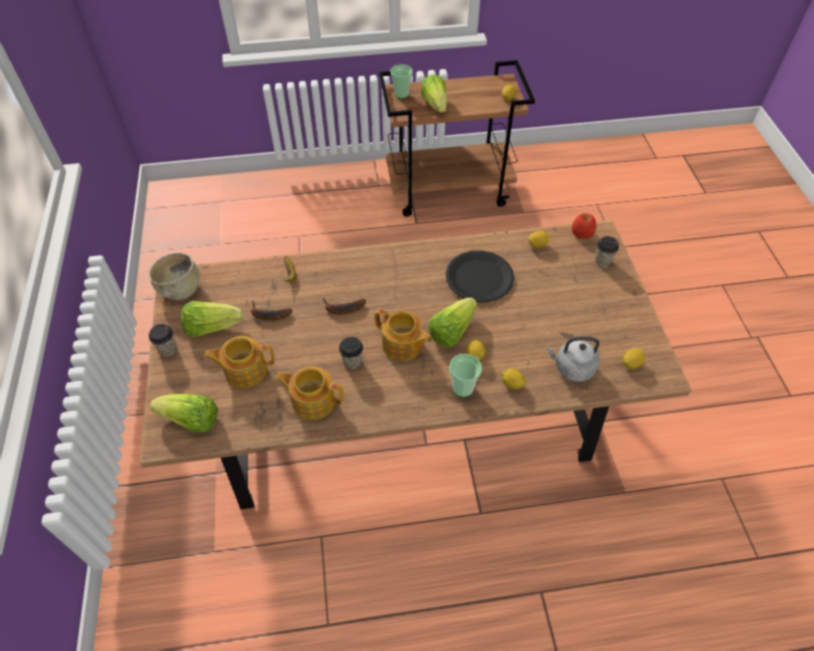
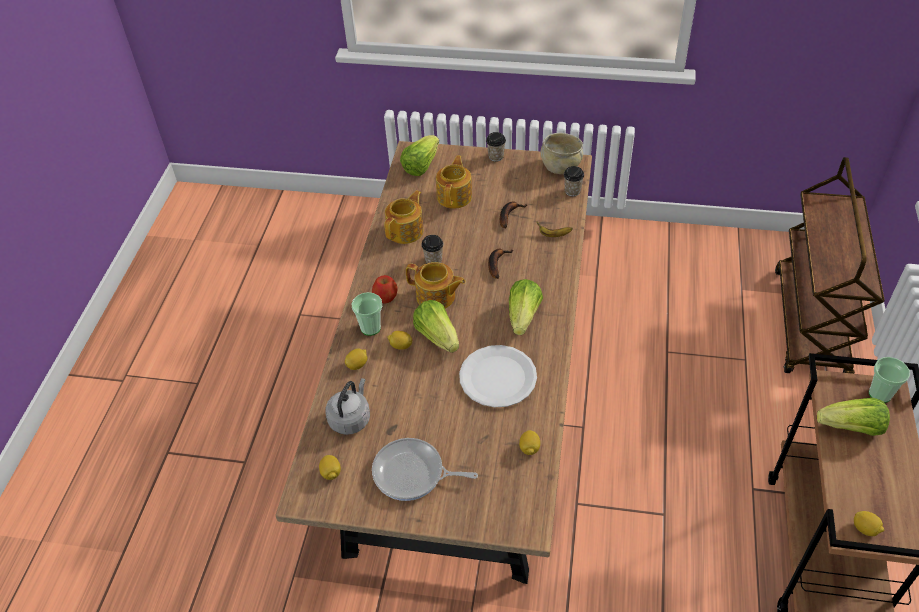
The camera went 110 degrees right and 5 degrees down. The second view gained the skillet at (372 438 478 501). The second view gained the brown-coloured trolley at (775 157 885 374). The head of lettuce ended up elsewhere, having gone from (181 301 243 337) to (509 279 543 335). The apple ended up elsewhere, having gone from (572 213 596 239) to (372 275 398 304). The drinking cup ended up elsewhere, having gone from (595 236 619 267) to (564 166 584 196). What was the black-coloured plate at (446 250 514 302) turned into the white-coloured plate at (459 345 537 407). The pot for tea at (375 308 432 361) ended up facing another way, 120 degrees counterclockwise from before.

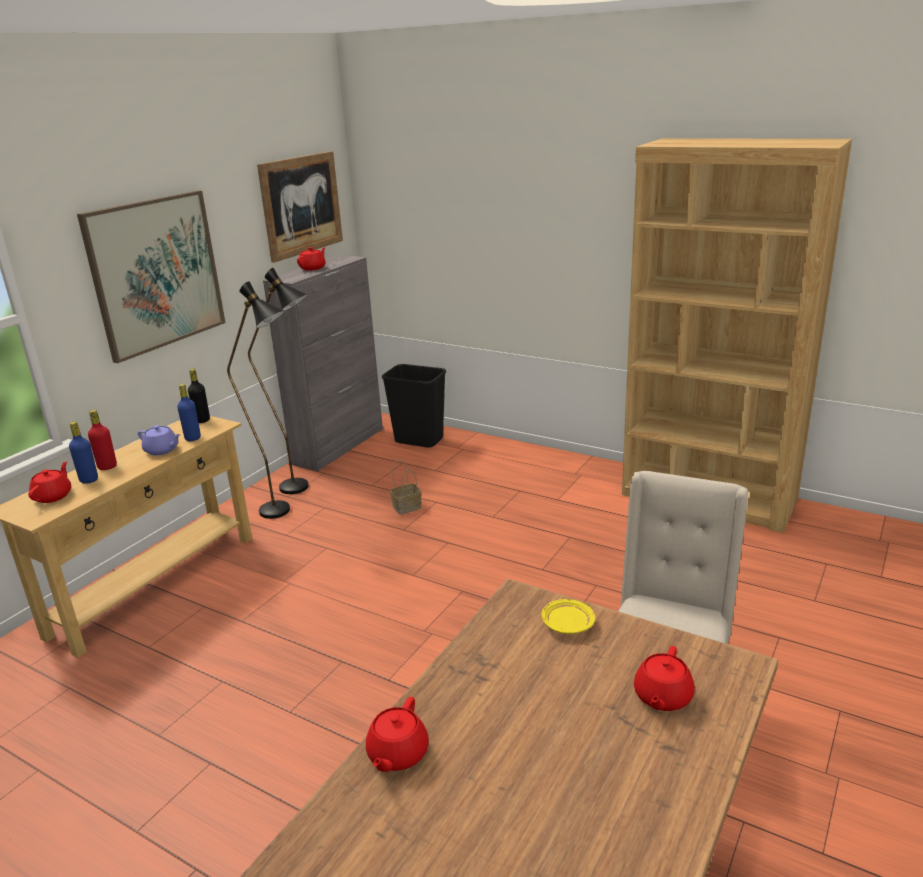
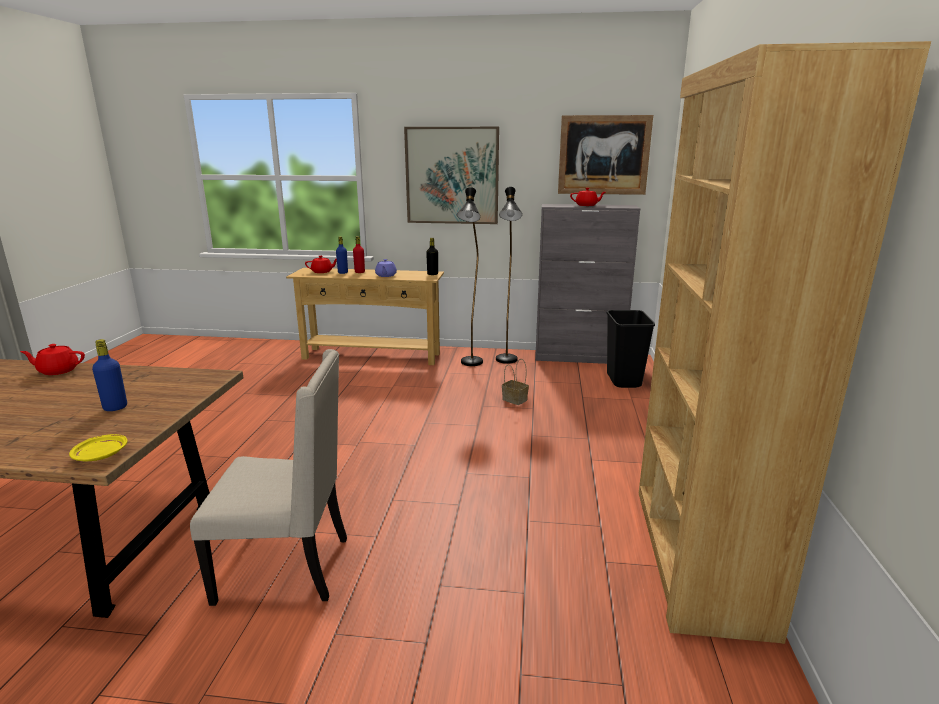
The camera went 65 degrees right and 5 degrees down. The second view lost the red pot for tea at (634 646 695 711). The blue bottle ended up elsewhere, having gone from (177 384 201 441) to (92 339 127 411). The yellow plate ended up elsewhere, having gone from (542 599 595 634) to (69 434 127 461).

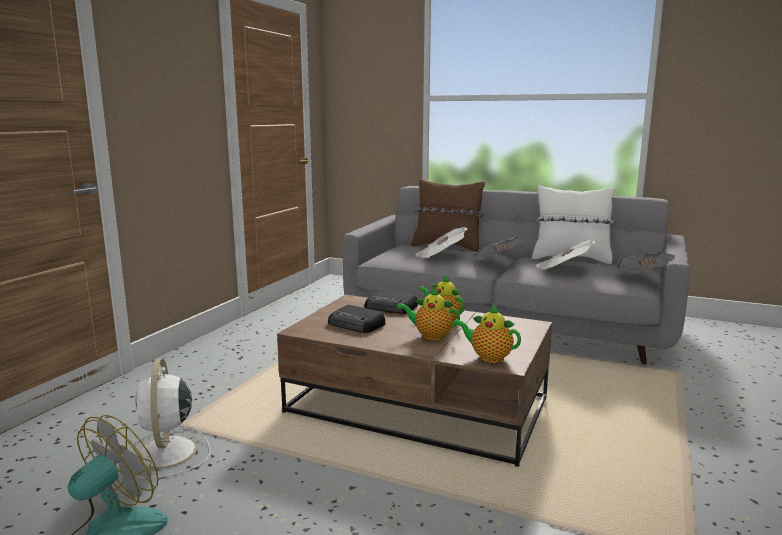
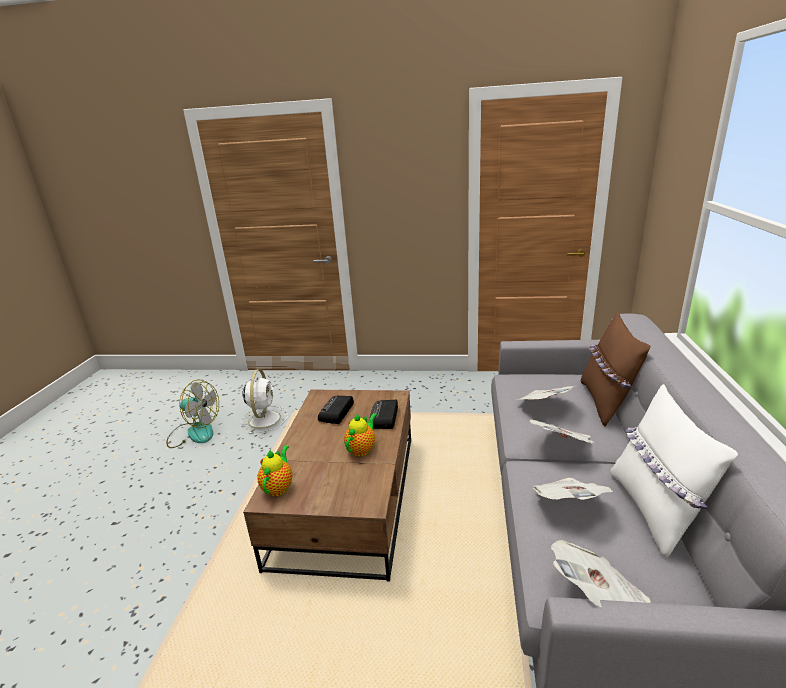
The camera went 75 degrees right and 10 degrees up. The second view lost the pot for tea at (397 287 460 341). The white-coloured electric fan at (128 358 211 478) ended up facing another way, 120 degrees clockwise from before.

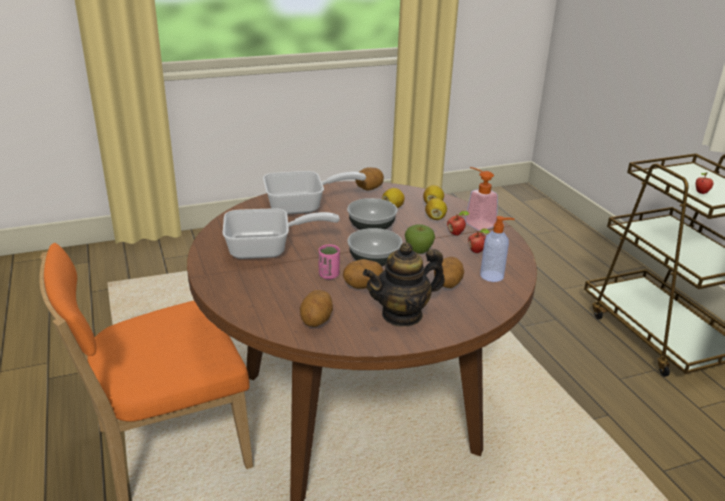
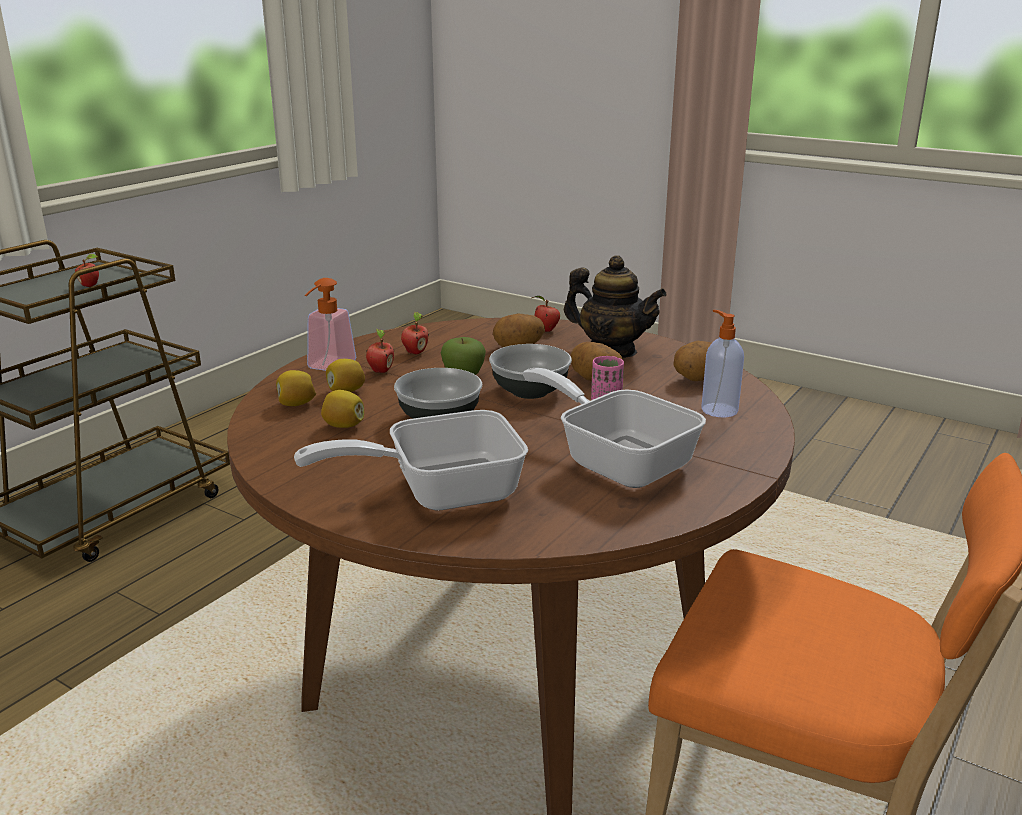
The camera went 125 degrees left and 5 degrees down. The second view lost the spud at (355 167 384 190). The second view gained the apple at (532 296 560 332). The liquid soap bottle ended up elsewhere, having gone from (480 216 515 282) to (701 310 744 417). The skillet at (263 171 366 215) ended up facing another way, 60 degrees counterclockwise from before.

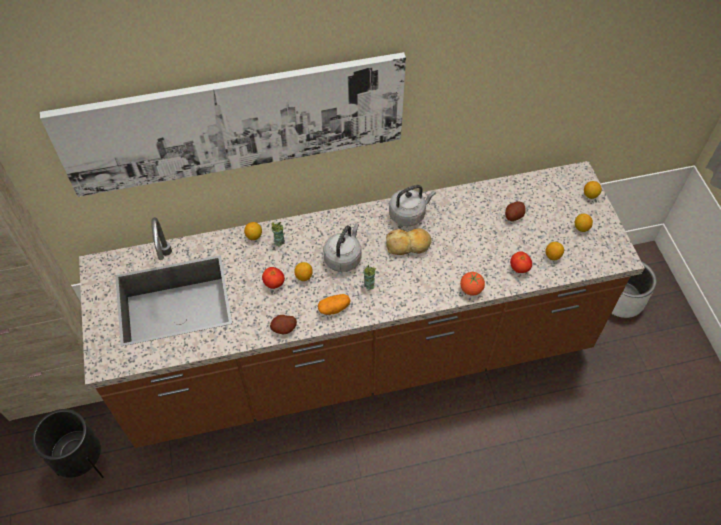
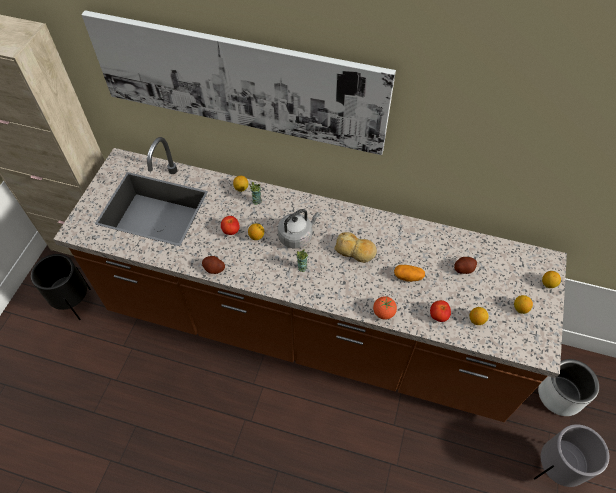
The camera went 30 degrees right and 0 degrees up. The second view lost the grey tea kettle at (389 185 436 226). The second view gained the grey flower pot at (534 424 609 487). The spud ended up elsewhere, having gone from (318 294 351 315) to (394 265 425 282).

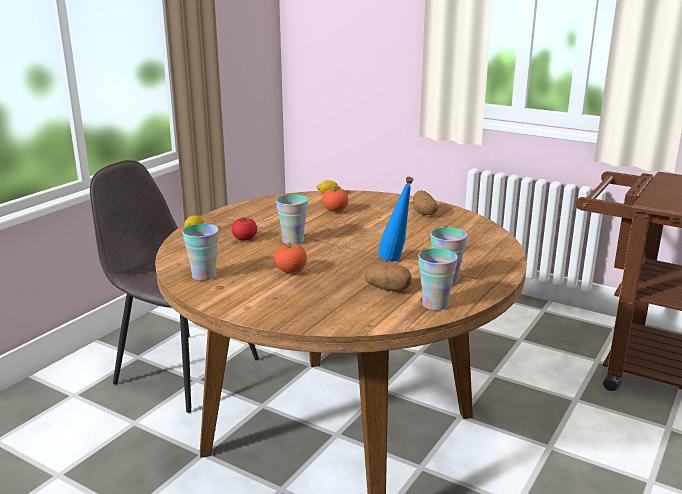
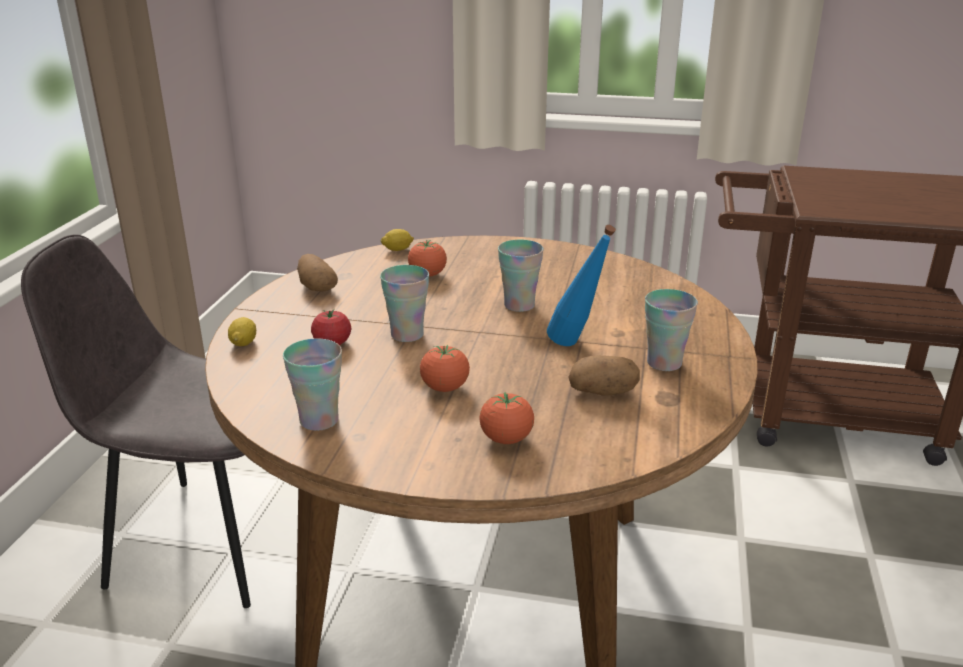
The camera went 20 degrees left and 5 degrees up. The second view gained the fresh tomato at (479 392 534 444). The spud ended up elsewhere, having gone from (413 190 438 215) to (297 254 338 292). The drinking cup ended up elsewhere, having gone from (418 248 458 310) to (498 240 544 312).

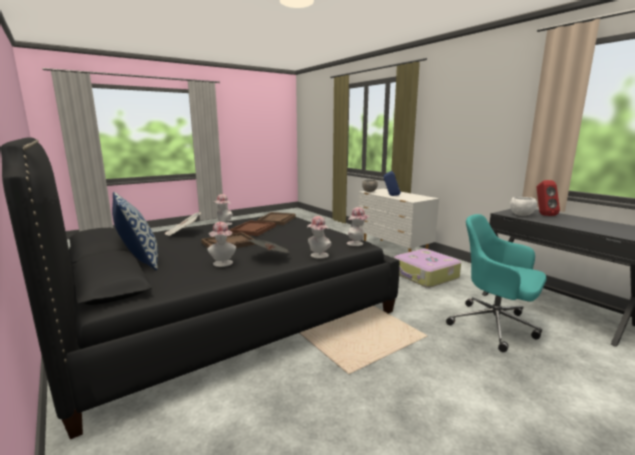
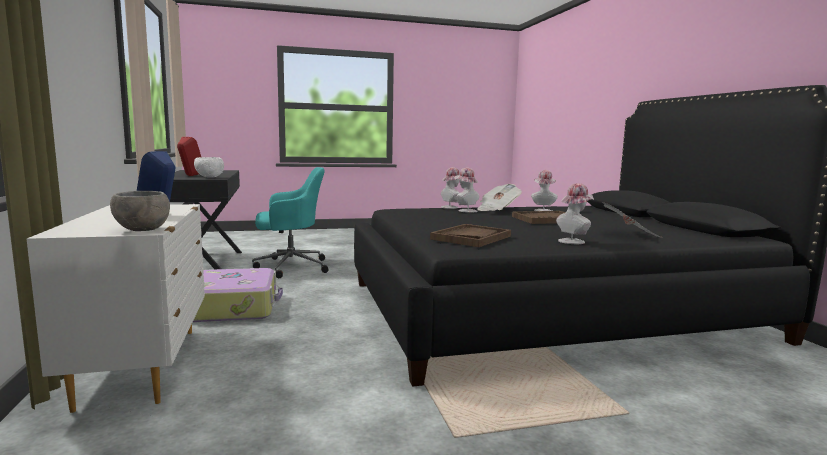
The camera went 160 degrees left and 5 degrees down. The second view lost the cushion at (112 192 158 270). The second view lost the brown-coloured serving tray at (230 220 276 236). The wearable hat ended up elsewhere, having gone from (347 207 370 246) to (455 168 479 213). The turquoise-coloured office chair at (446 214 546 352) ended up facing another way, 75 degrees counterclockwise from before.

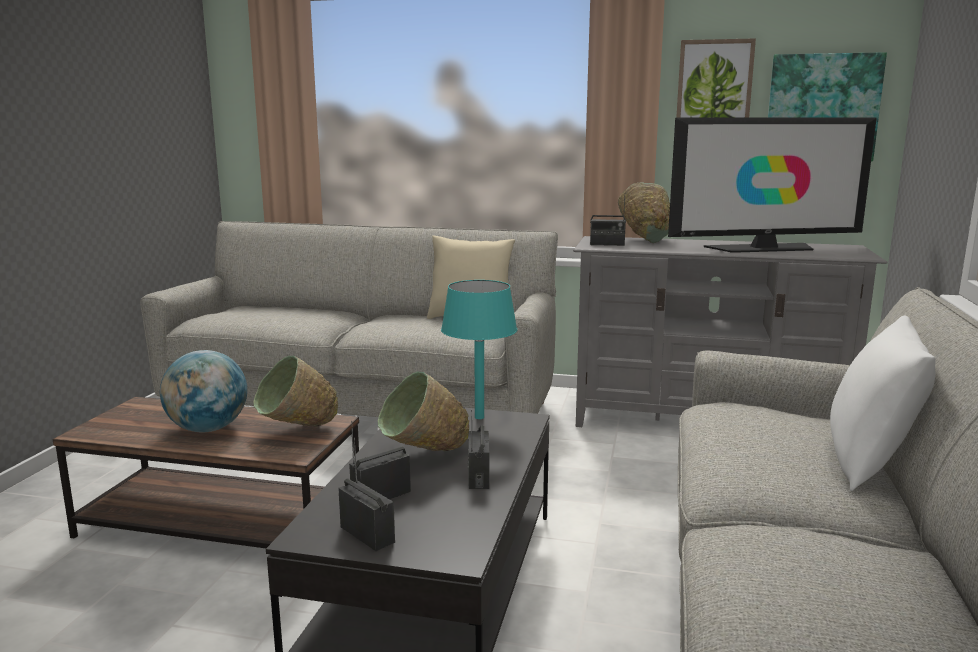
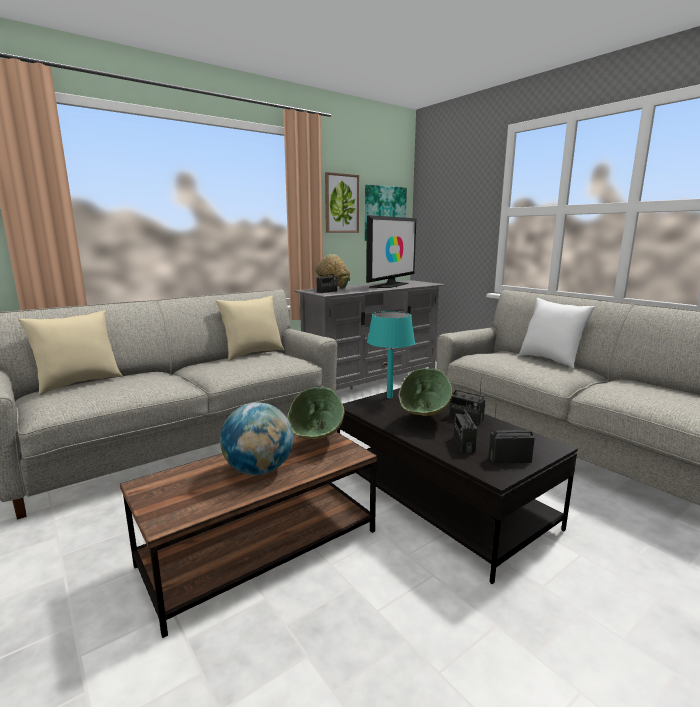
The camera went 50 degrees left and 0 degrees up. The second view gained the beige-coloured cushion at (18 311 123 395).

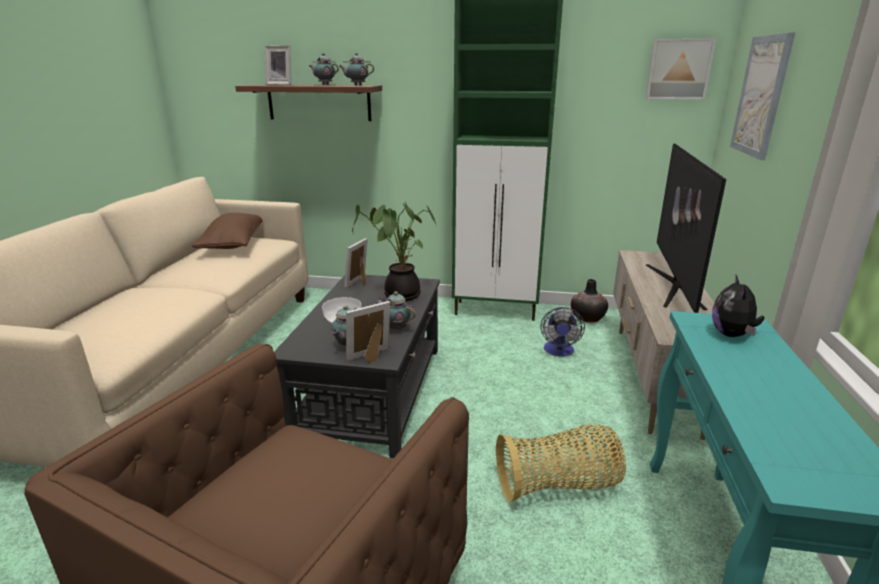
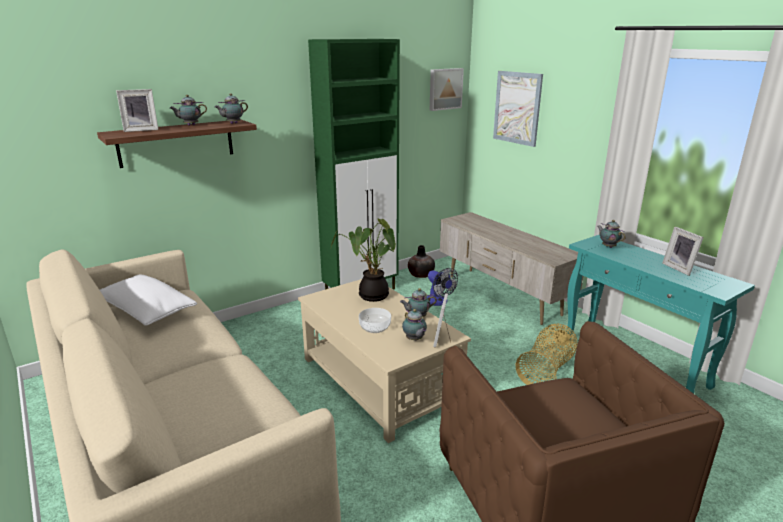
The camera went 45 degrees left and 0 degrees up. The second view lost the television at (646 143 726 313). The picture frame ended up elsewhere, having gone from (344 238 368 288) to (662 227 704 276). Where the soft toy stood at (712 275 764 337), the pot for tea came to stand at (597 220 626 248). What was the brown-coloured cushion at (192 213 262 249) turned into the white-coloured cushion at (100 274 197 326). What was the black-coloured low table at (274 275 440 459) turned into the beige-coloured low table at (298 279 471 443).

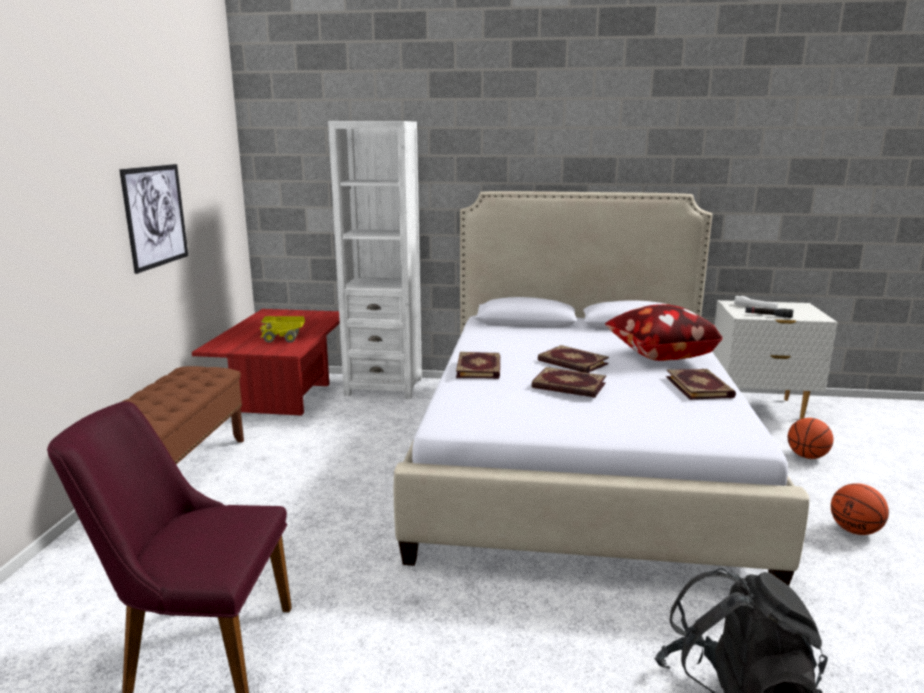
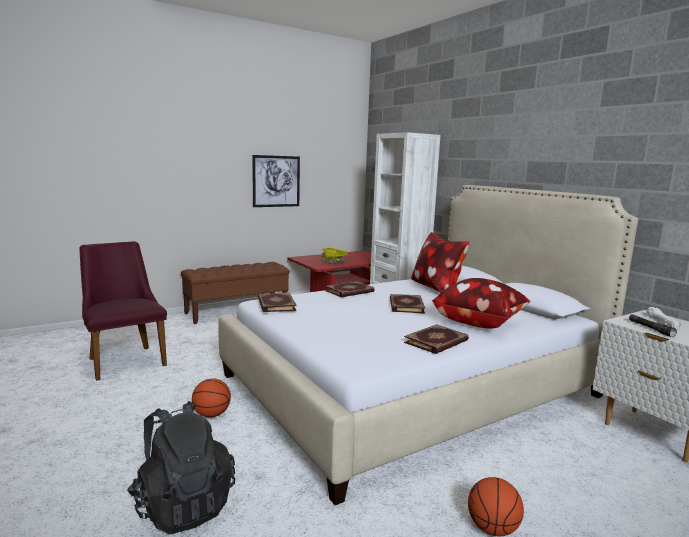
The camera went 50 degrees right and 5 degrees down. The second view gained the cushion at (411 232 469 292). The bound book ended up elsewhere, having gone from (532 367 606 398) to (258 292 296 312). The ball for basketball ended up elsewhere, having gone from (788 418 833 459) to (192 378 231 418).

